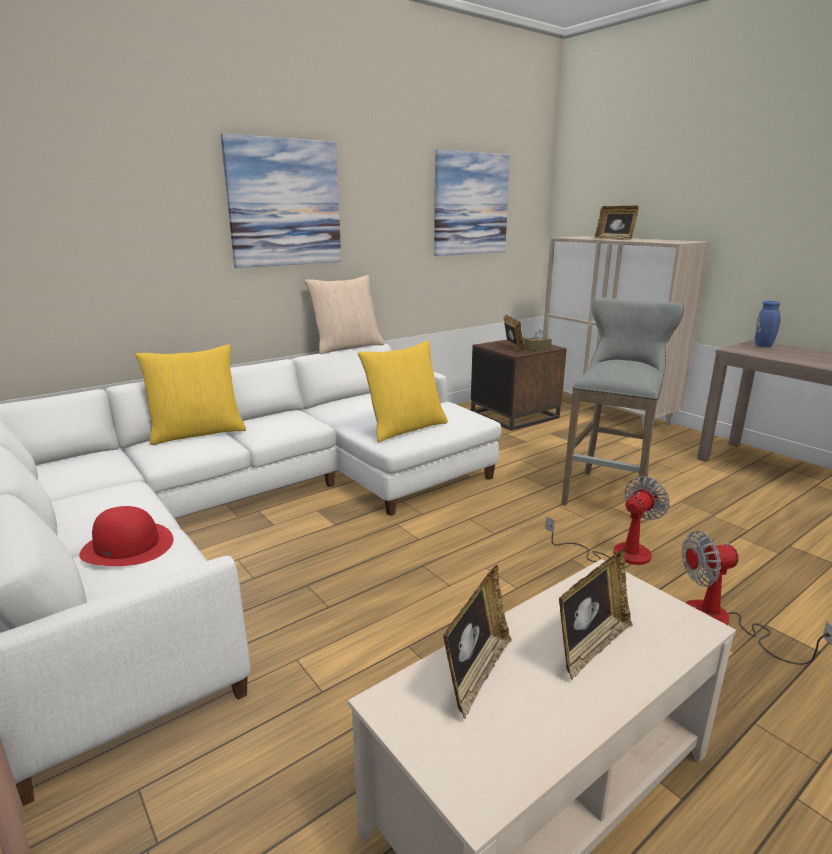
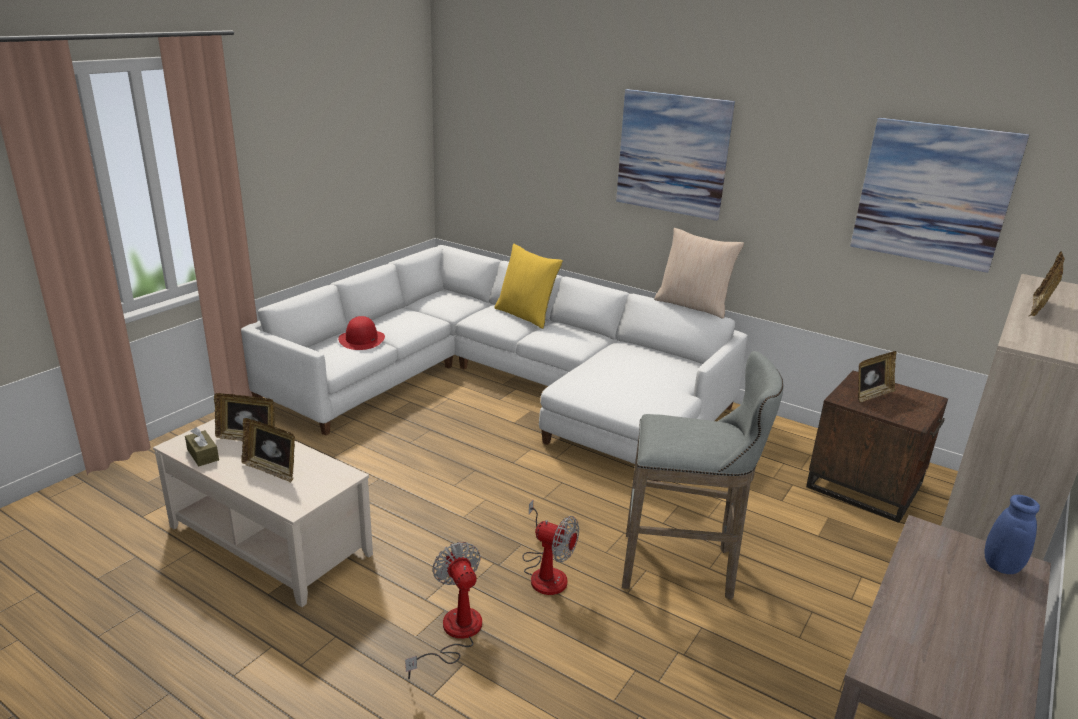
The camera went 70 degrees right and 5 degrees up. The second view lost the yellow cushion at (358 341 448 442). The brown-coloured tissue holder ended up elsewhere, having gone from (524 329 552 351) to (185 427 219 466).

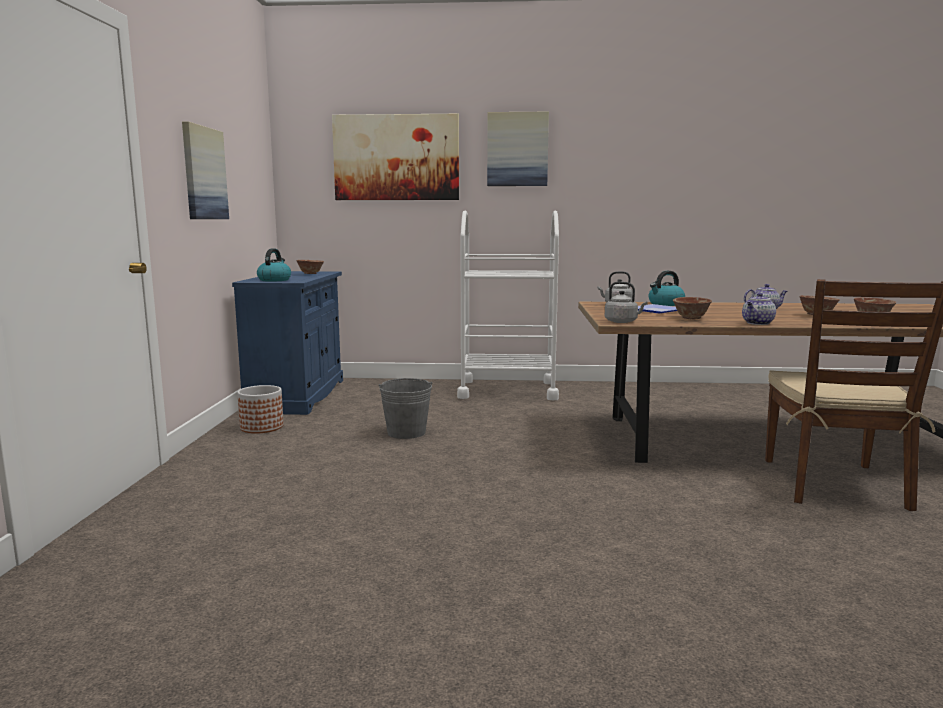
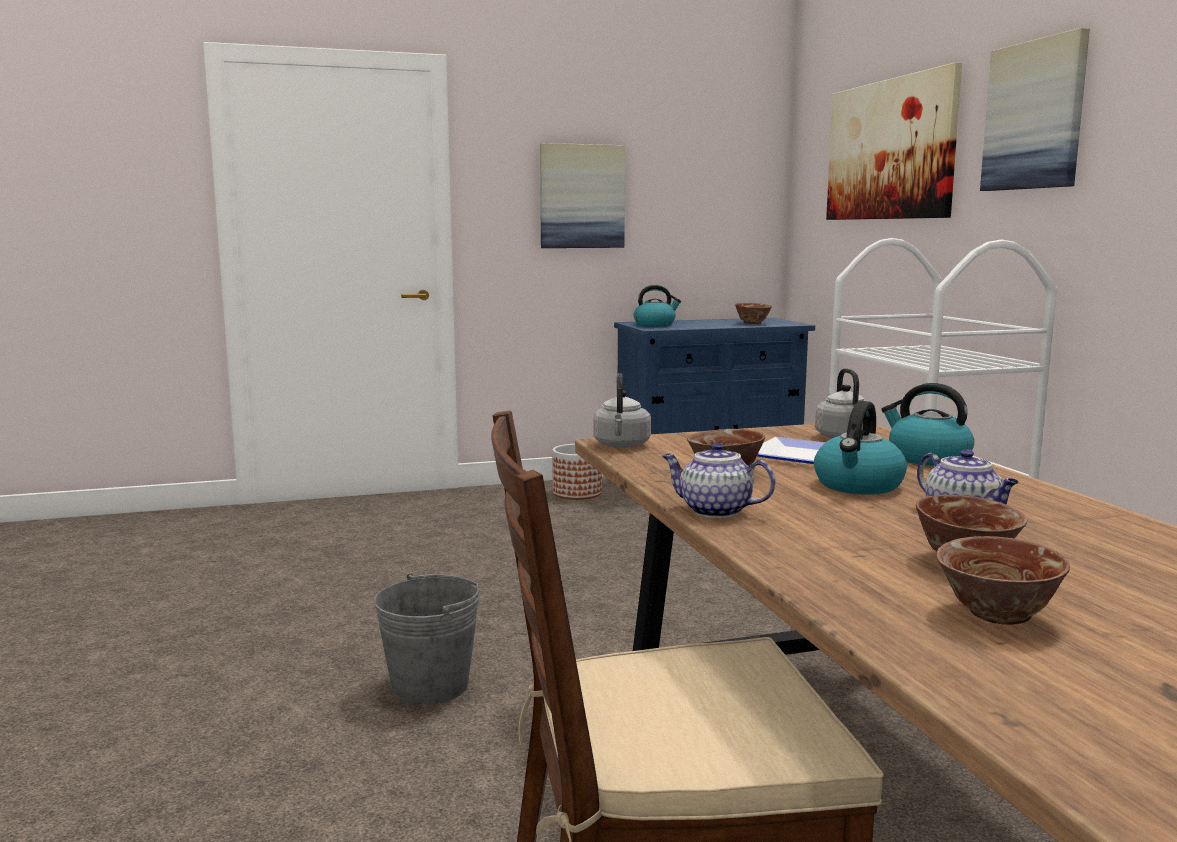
The camera went 70 degrees right and 0 degrees up. The second view gained the tea kettle at (814 401 907 495). The grey bucket ended up elsewhere, having gone from (378 378 432 439) to (374 573 480 705).

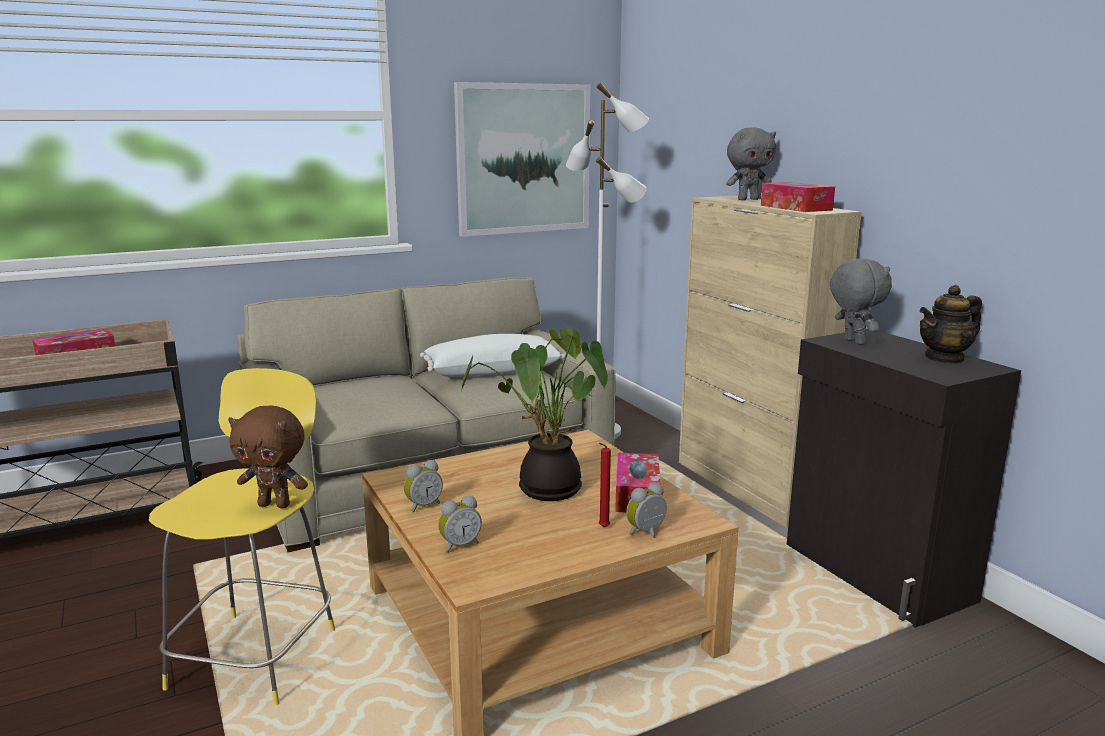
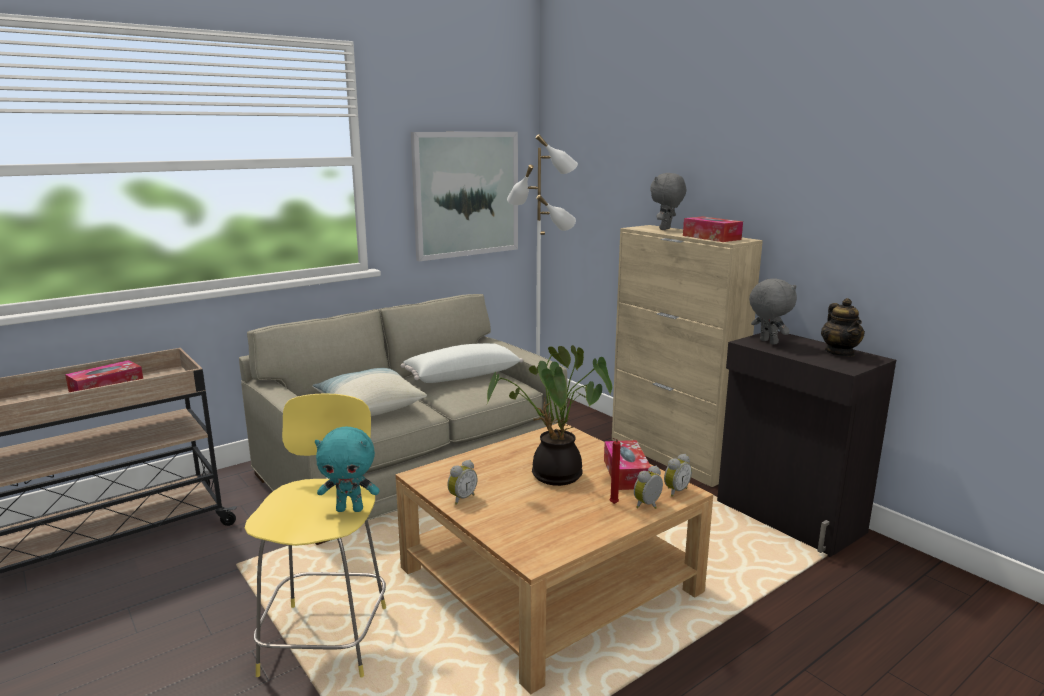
The camera went 10 degrees left and 0 degrees up. The second view gained the cushion at (312 368 427 416). The bedside clock ended up elsewhere, having gone from (438 496 482 553) to (664 454 692 497). What was the brown-coloured soft toy at (228 405 308 508) turned into the turquoise-coloured soft toy at (315 427 379 512). The grey soft toy at (726 127 776 200) ended up facing another way, 150 degrees clockwise from before. The pot for tea at (919 285 982 364) ended up facing another way, 60 degrees counterclockwise from before.

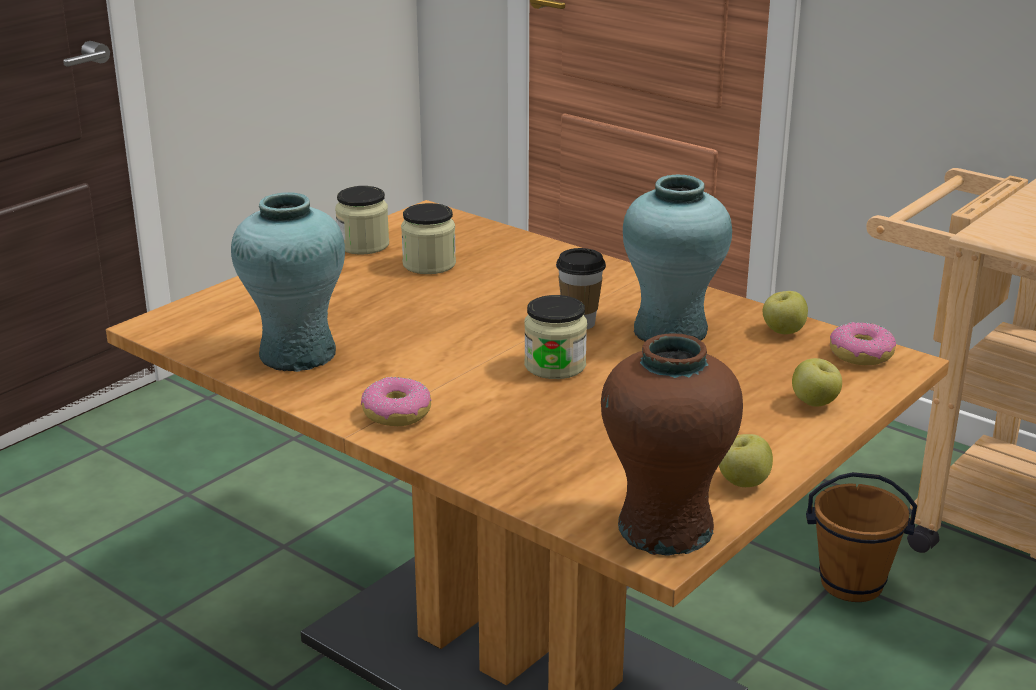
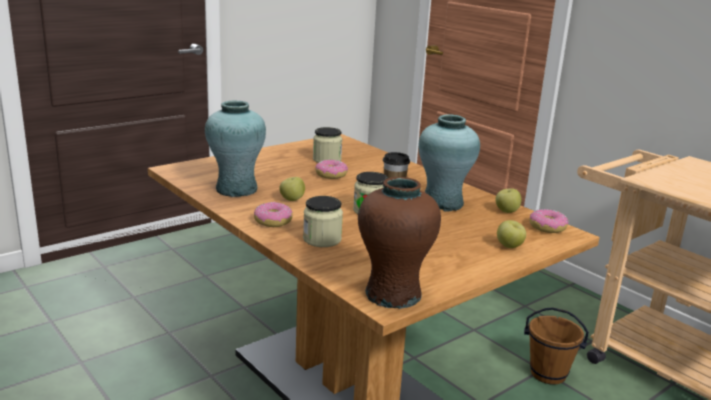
The camera went 10 degrees right and 5 degrees down. The second view gained the ring doughnut at (315 159 348 179). The storage jar ended up elsewhere, having gone from (335 186 389 255) to (303 196 343 247). The apple ended up elsewhere, having gone from (719 434 773 487) to (279 177 305 201).

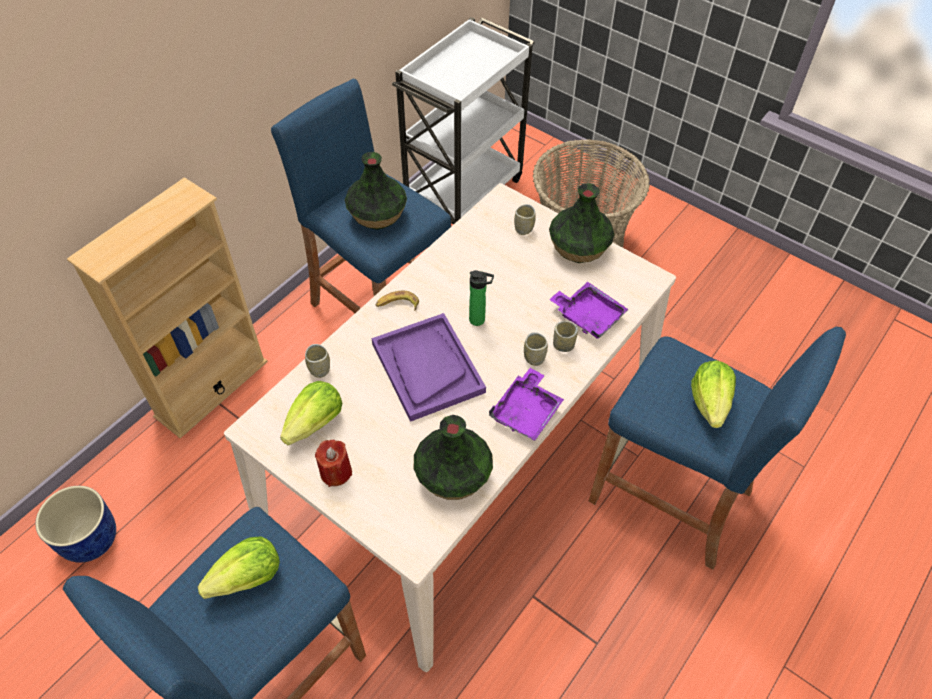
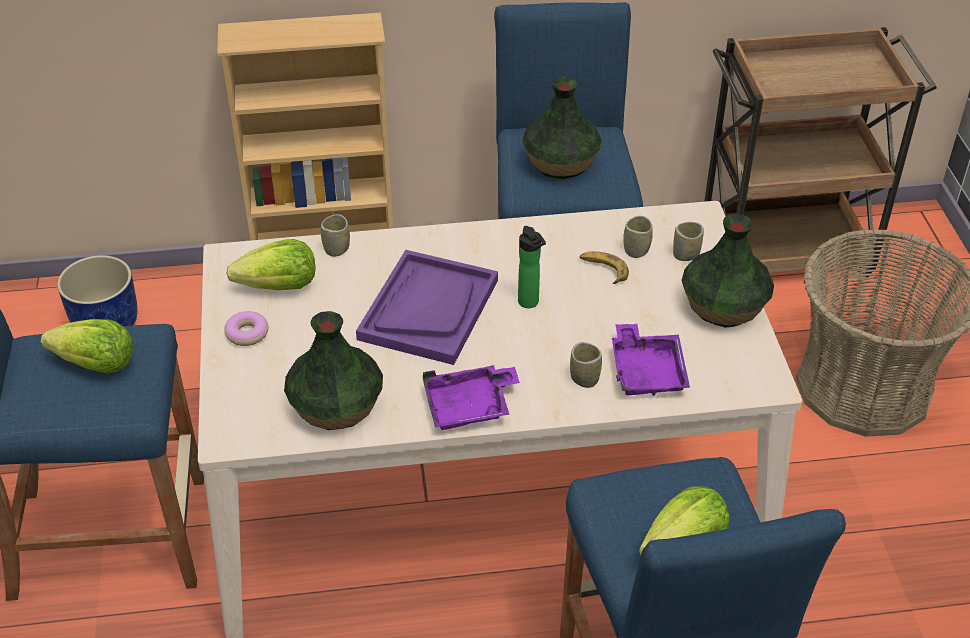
The camera went 45 degrees right and 10 degrees down. The banana fruit ended up elsewhere, having gone from (376 291 419 311) to (580 251 629 284). The drinking cup ended up elsewhere, having gone from (524 332 548 366) to (623 216 653 258). Where the red wax candle stood at (315 440 352 487), the ring doughnut came to stand at (224 311 269 346). What was the white-coloured trolley at (392 17 535 225) turned into the brown-coloured trolley at (704 27 937 277).

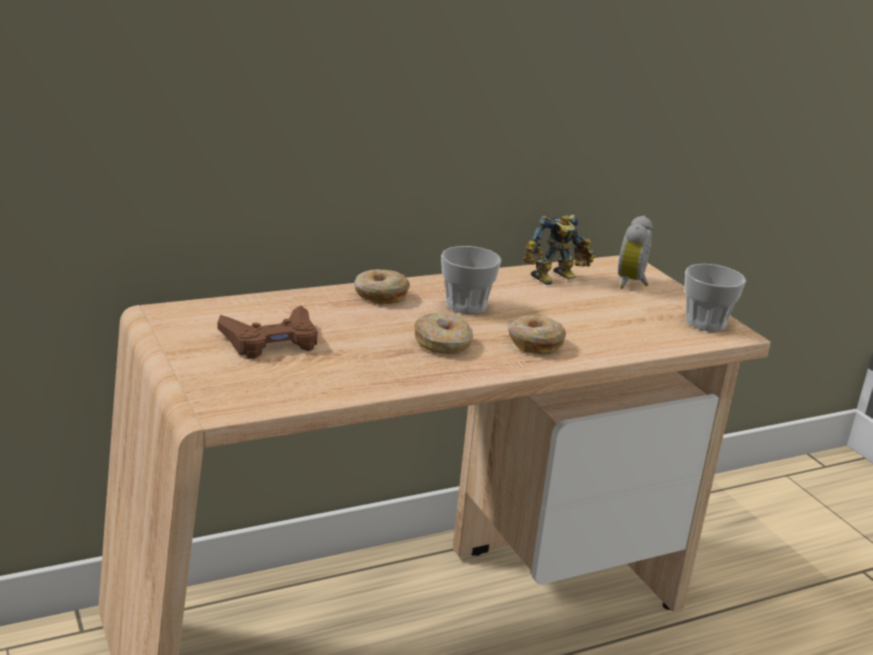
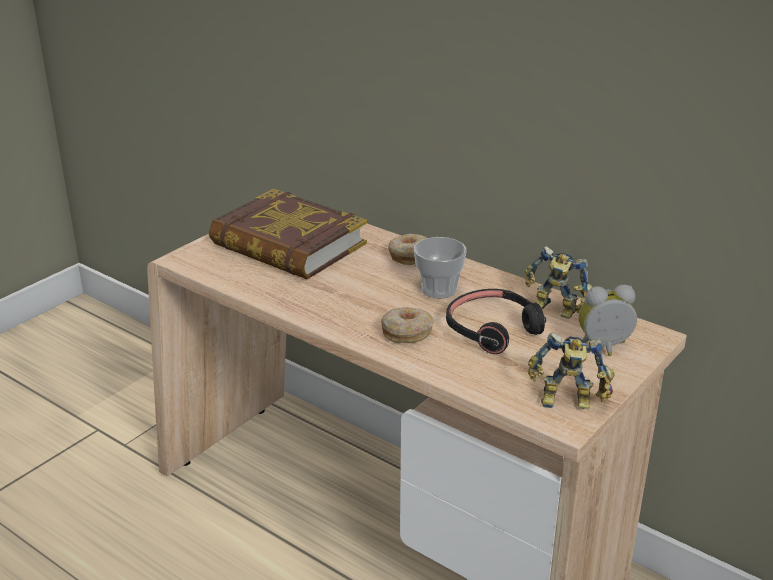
The camera went 65 degrees right and 5 degrees up. The second view lost the ring doughnut at (414 313 473 354). The second view gained the black-coloured headset at (446 289 546 354). Where the brown-coloured gamepad stood at (218 305 318 359), the bound book came to stand at (209 189 367 279). Where the drinking cup stood at (684 264 746 331), the model robot came to stand at (528 333 615 409).

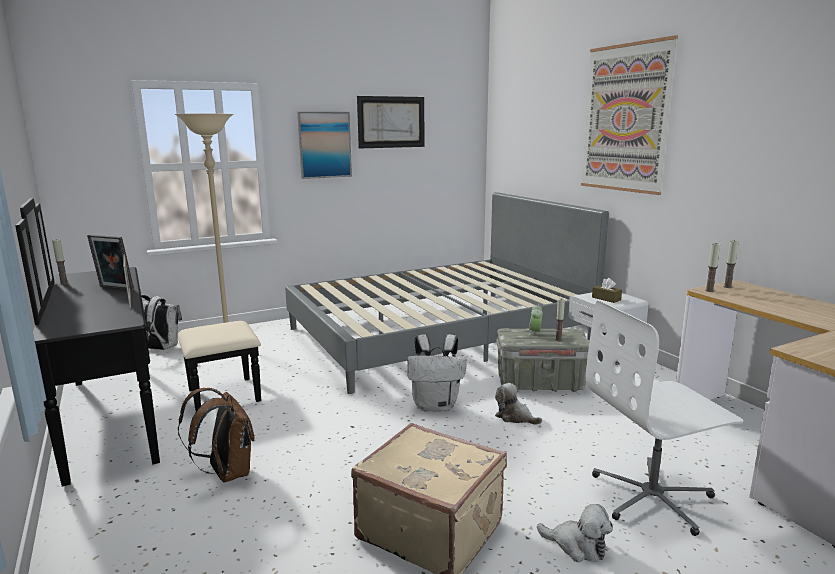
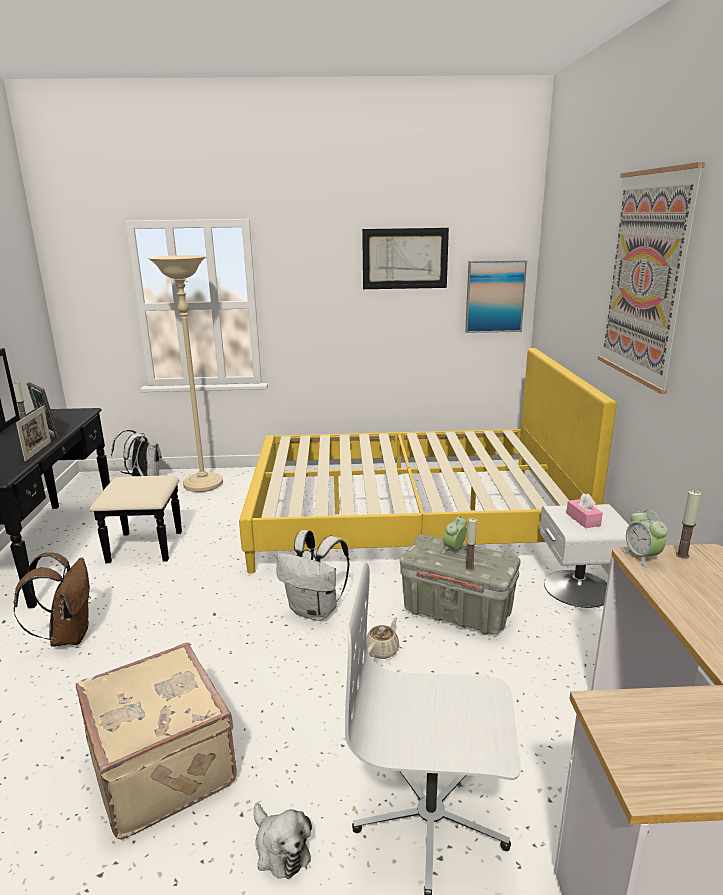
The camera went 25 degrees right and 5 degrees up. The wall picture ended up elsewhere, having gone from (297 112 352 179) to (465 260 527 333). Where the soft toy stood at (495 383 542 425), the beige-coloured pot for tea came to stand at (366 617 399 659). Where the wax candle stood at (705 243 720 292), the bedside clock came to stand at (622 510 668 568). What was the grey bed at (285 192 609 394) turned into the yellow bed at (239 348 617 573). What was the brown-coloured tissue holder at (592 278 622 303) turned into the pinkish tissue holder at (566 493 603 528).

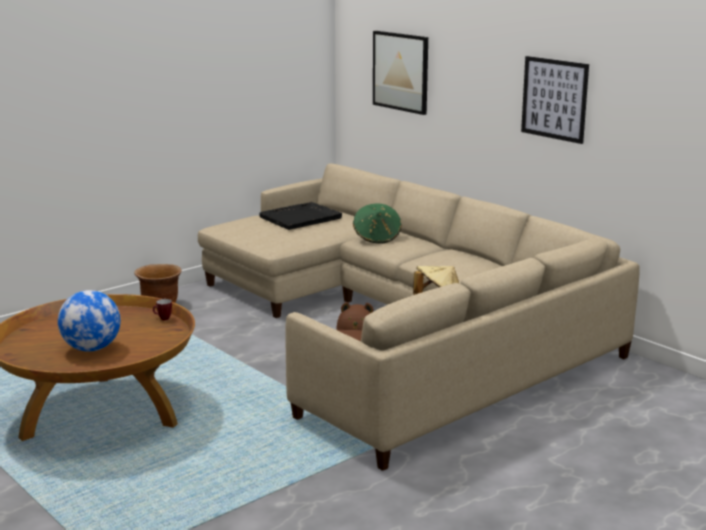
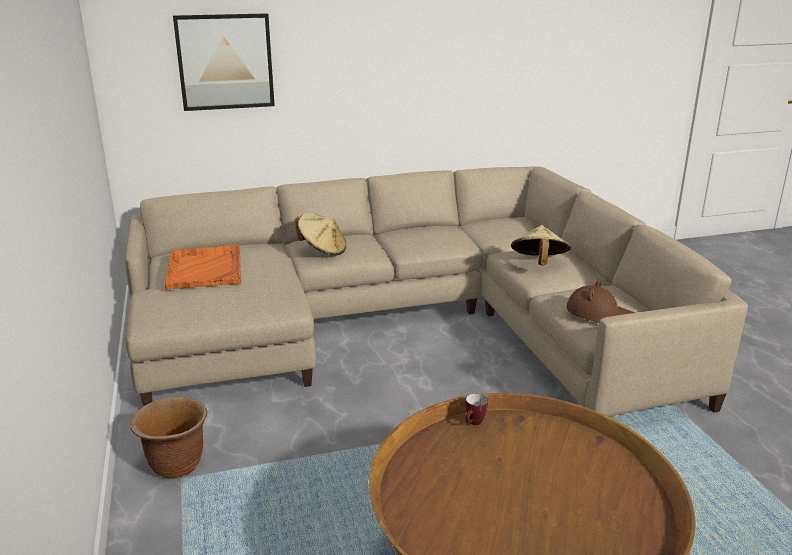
The camera went 65 degrees left and 5 degrees up. The second view lost the desk globe at (58 290 121 352). The second view lost the wall picture at (521 56 589 144). What was the black-coloured serving tray at (259 202 342 230) turned into the orangey serving tray at (165 245 241 289). What was the green-coloured wearable hat at (353 203 401 244) turned into the beige-coloured wearable hat at (295 213 346 256).

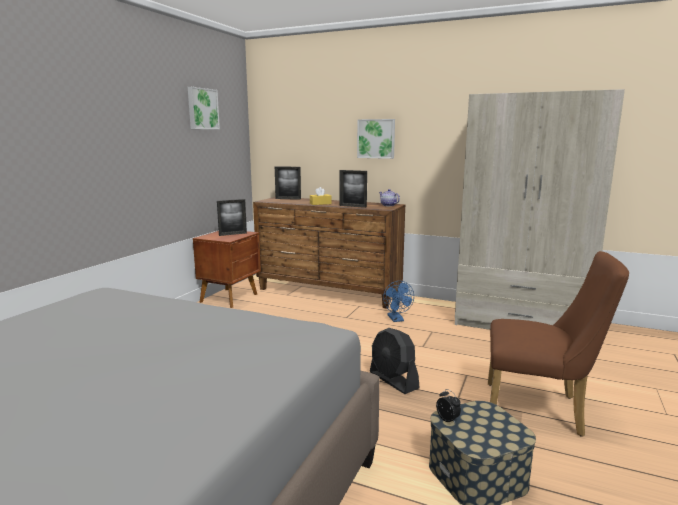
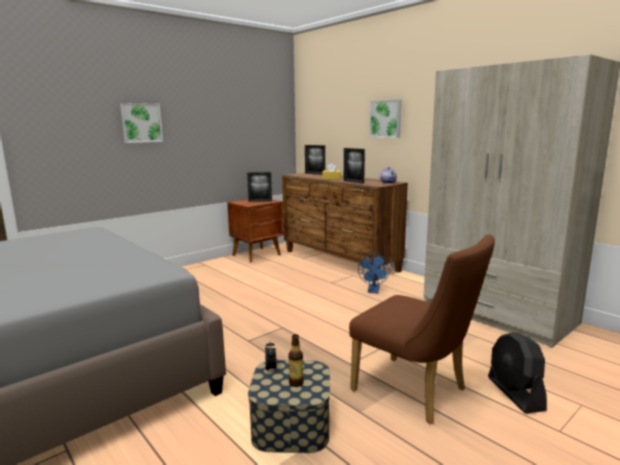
The camera went 25 degrees right and 0 degrees up. The second view gained the bottle at (288 334 304 387). The wall picture ended up elsewhere, having gone from (188 87 220 129) to (120 103 163 143). The black-coloured electric fan ended up elsewhere, having gone from (370 328 420 394) to (488 332 547 414).

